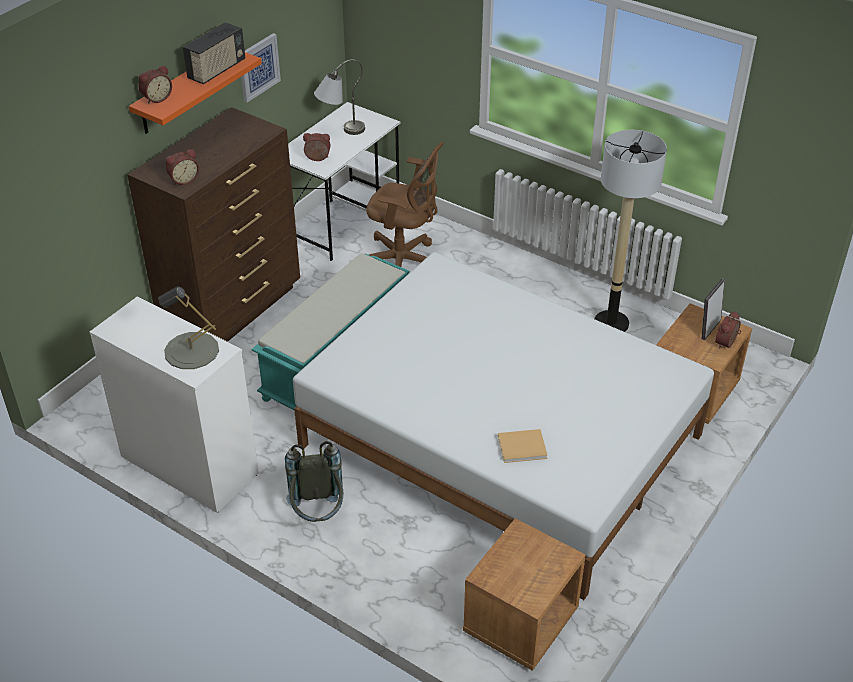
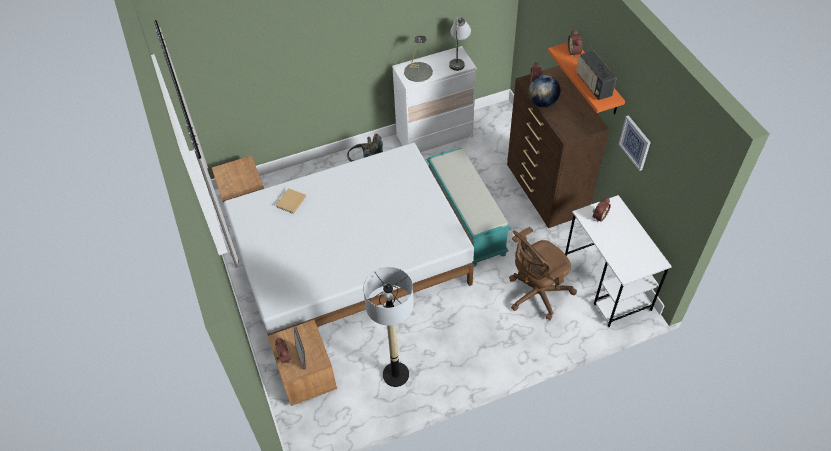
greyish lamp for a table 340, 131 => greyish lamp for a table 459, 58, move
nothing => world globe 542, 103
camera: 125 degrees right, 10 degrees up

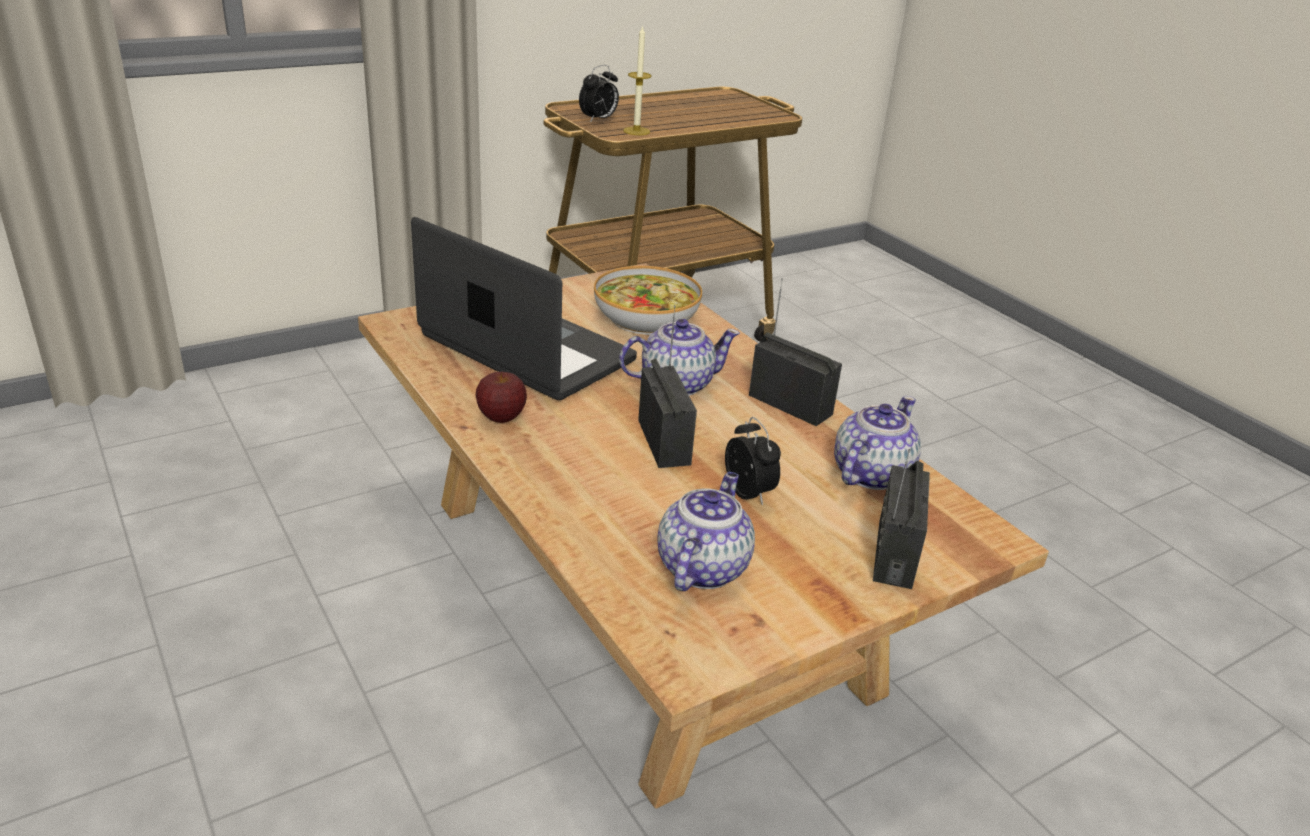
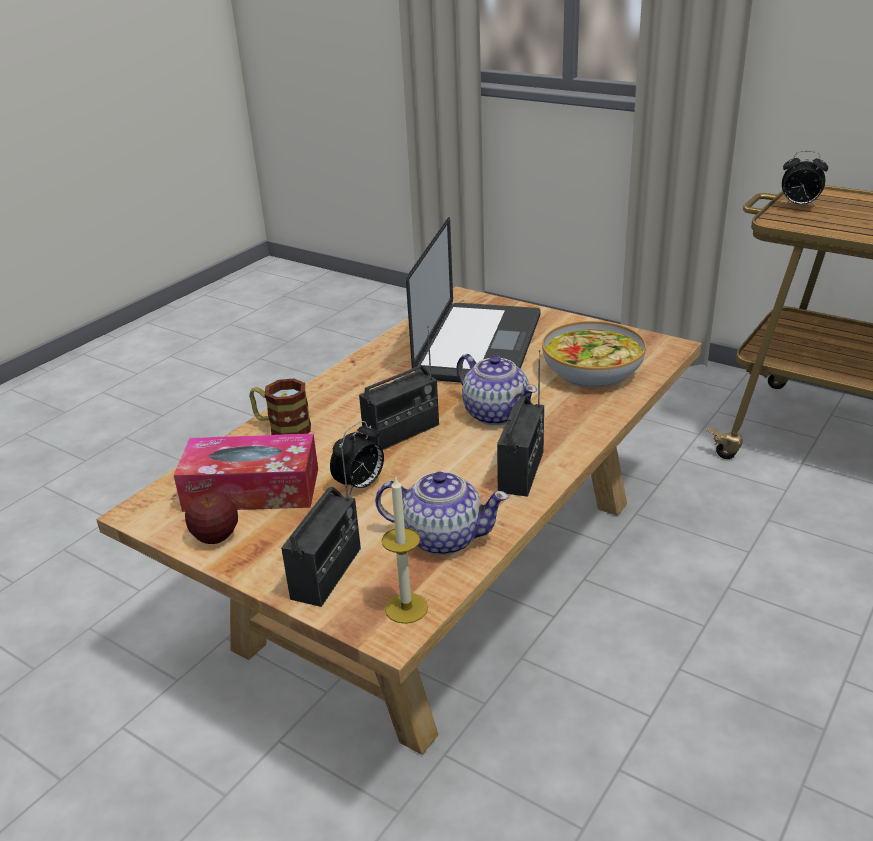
whole apple 501, 417 => whole apple 215, 537, move
wax candle 636, 131 => wax candle 406, 608, move
teapot 702, 566 => box of tissues 252, 489
radio receiver 894, 553 => radio receiver 327, 573, 120 degrees clockwise
nothing => tea mug 282, 428
camera: 70 degrees right, 0 degrees up

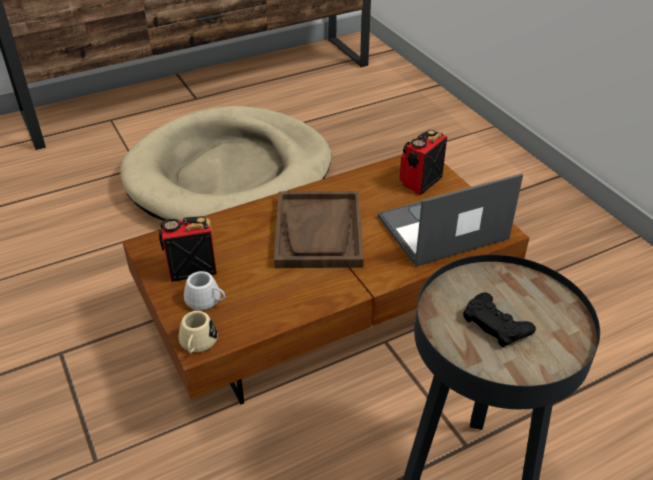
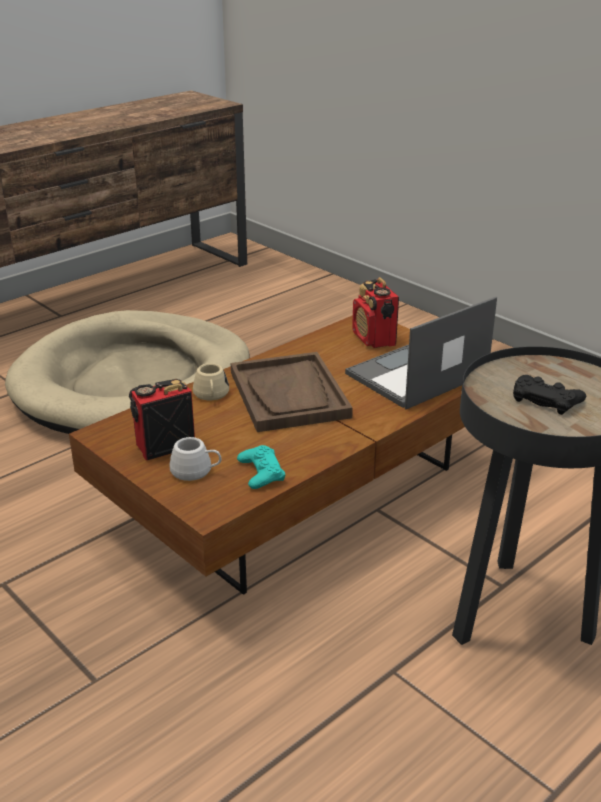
sand-coloured tea mug 197, 344 => sand-coloured tea mug 211, 395, move
radio receiver 420, 182 => radio receiver 374, 339, 45 degrees counterclockwise
nothing => blue-green joypad 261, 472
camera: 15 degrees left, 10 degrees down

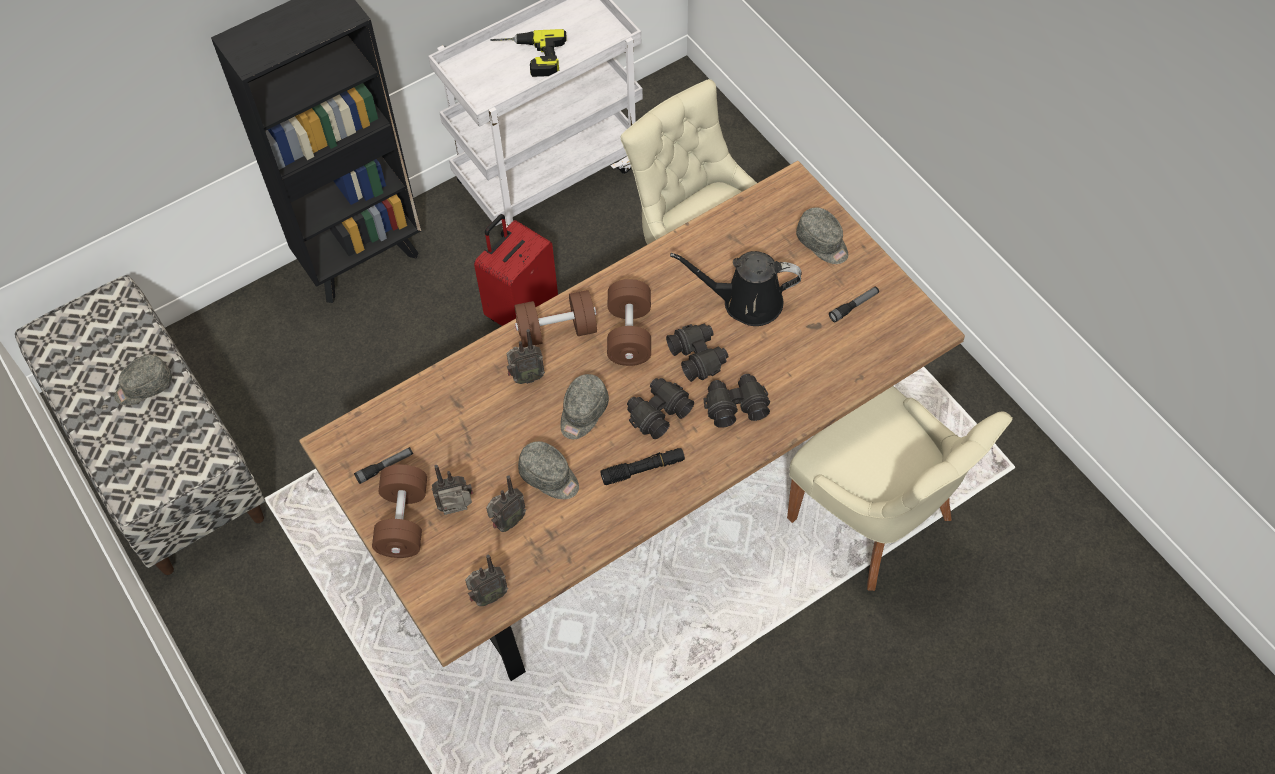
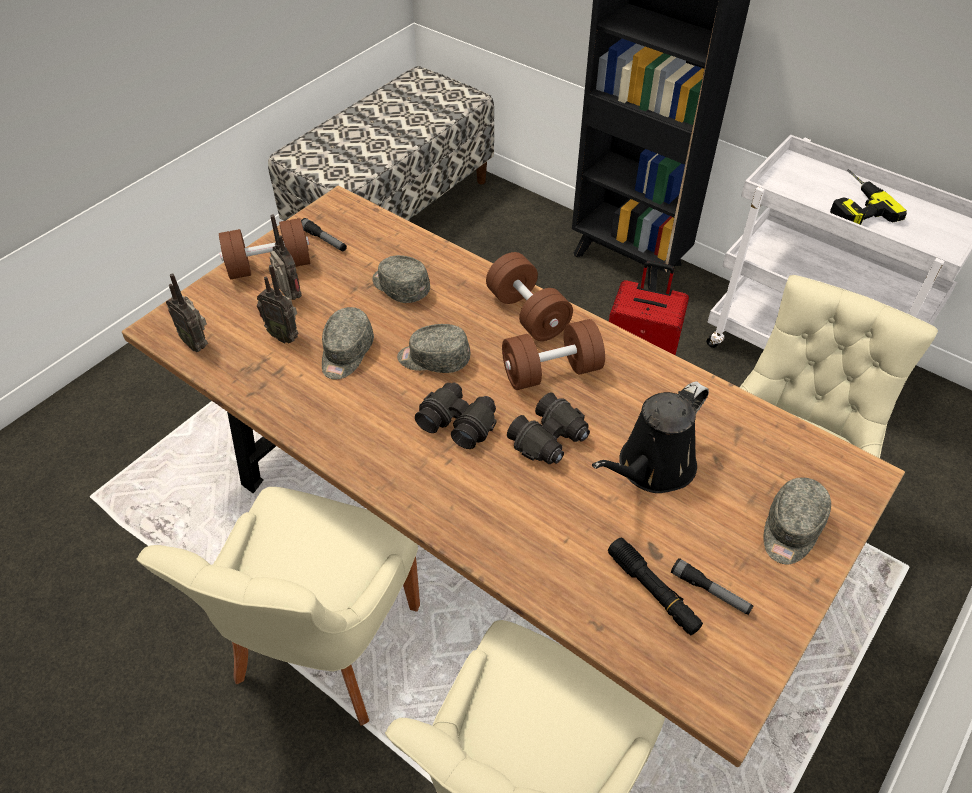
greyish peaked cap 144, 387 => greyish peaked cap 400, 287, move
radio receiver 526, 377 => nothing
black hand torch 643, 469 => black hand torch 653, 591, move
black watering pot 746, 302 => black watering pot 651, 468, 120 degrees counterclockwise
black pair of binoculars 735, 405 => nothing
nothing => sand-coloured plain chair 323, 648
camera: 70 degrees right, 10 degrees down

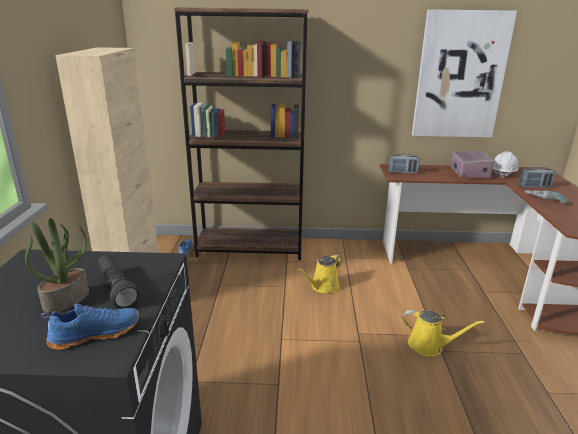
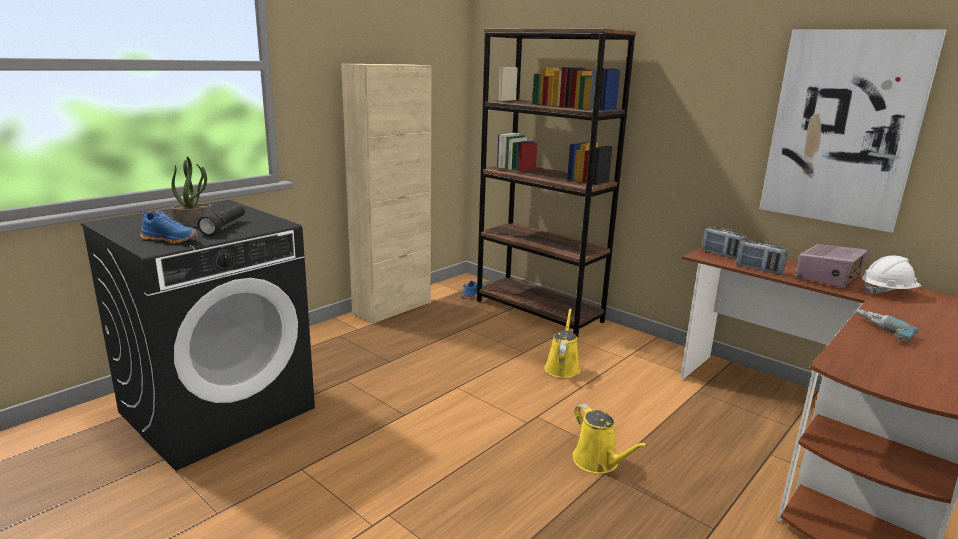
yellowish watering pot 323, 287 => yellowish watering pot 562, 367, 105 degrees clockwise
radio receiver 535, 187 => radio receiver 759, 269, move
camera: 40 degrees right, 5 degrees down

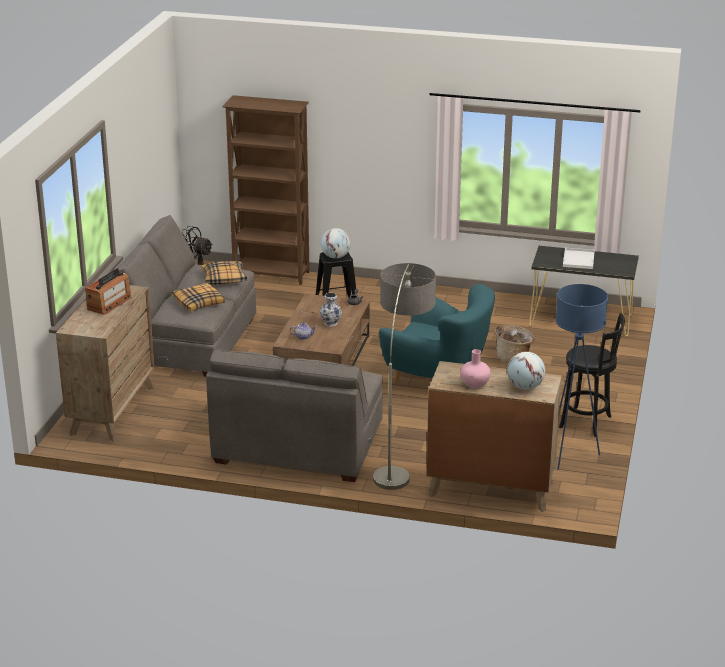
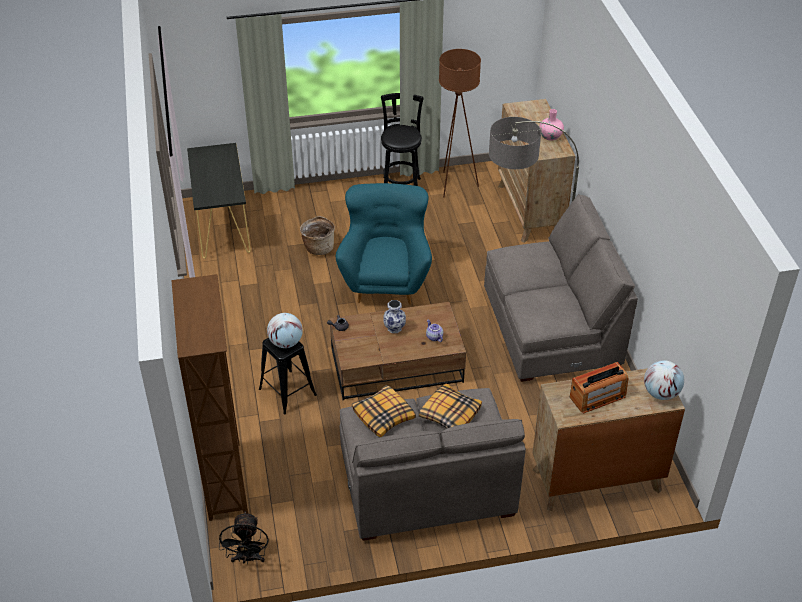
radio receiver 109, 303 => radio receiver 597, 397, 150 degrees clockwise
world globe 525, 387 => world globe 660, 393, move
bluish standard lamp 570, 455 => brown-coloured standard lamp 455, 184
white-coloured tray 578, 259 => nothing
camera: 115 degrees left, 15 degrees up

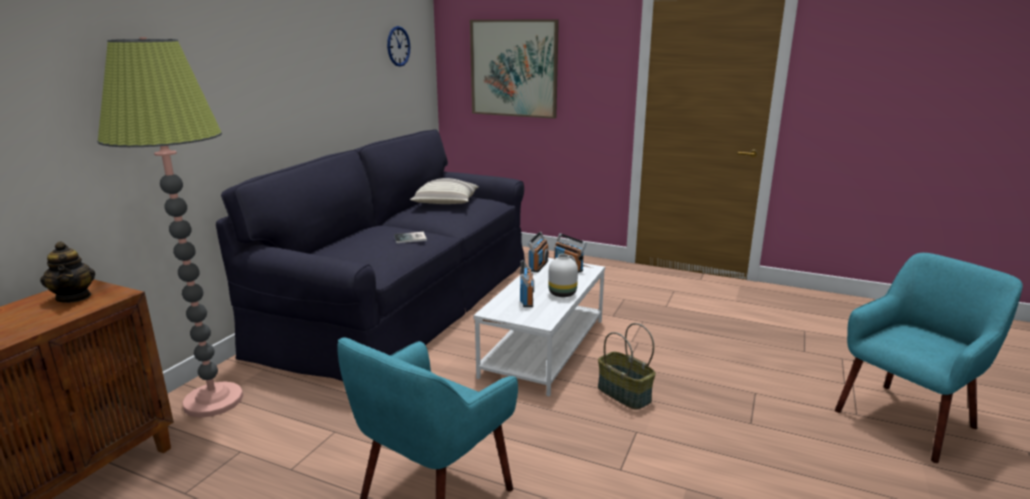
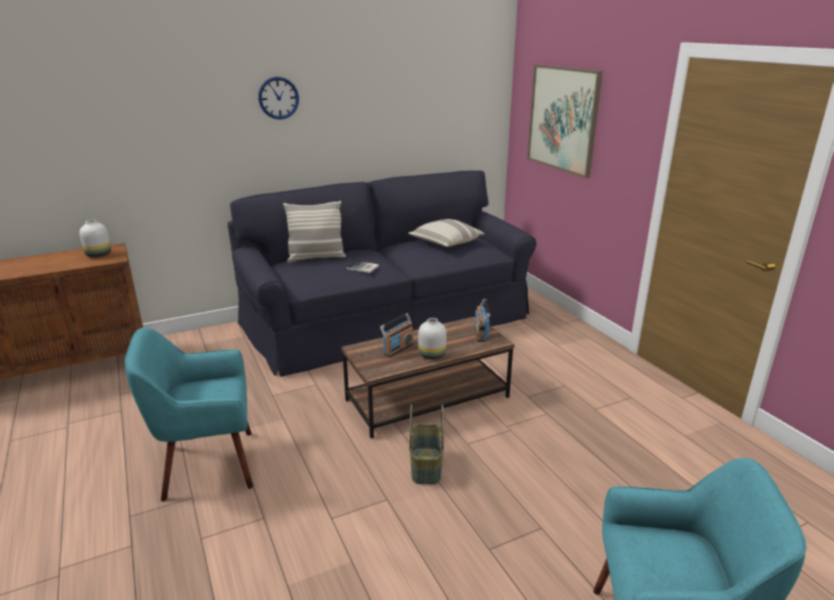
teapot 74, 297 => white-coloured decorative vase 99, 254
standard lamp 213, 401 => nothing
hanging clock 398, 46 => hanging clock 278, 98, move
white-coloured coffee table 543, 347 => brown-coloured coffee table 427, 398
radio receiver 538, 266 => nothing
nothing => pillow 316, 257
camera: 40 degrees right, 5 degrees up

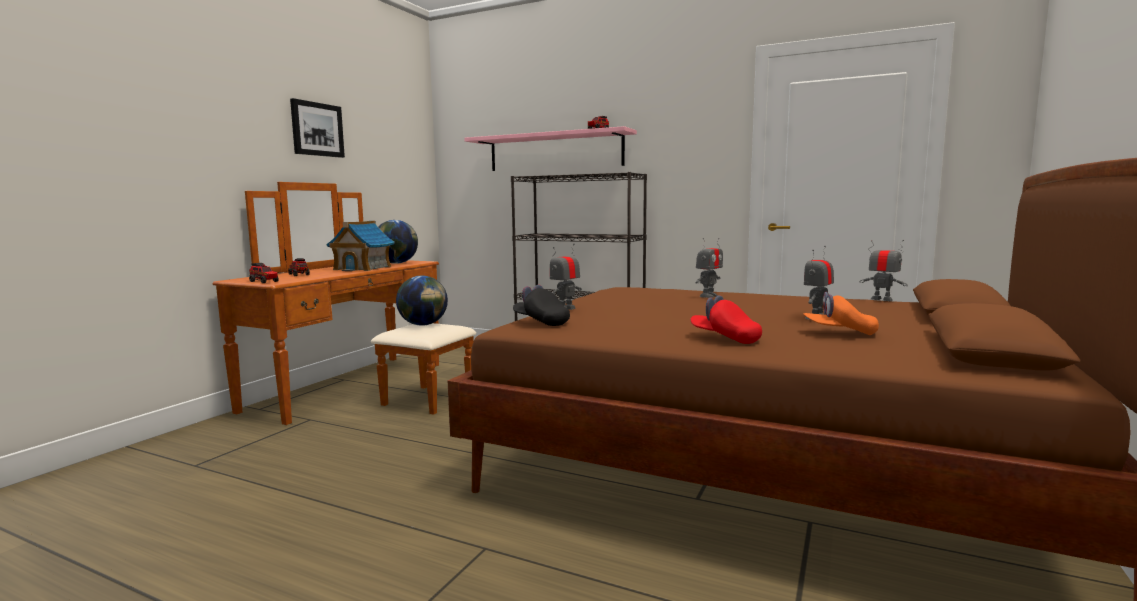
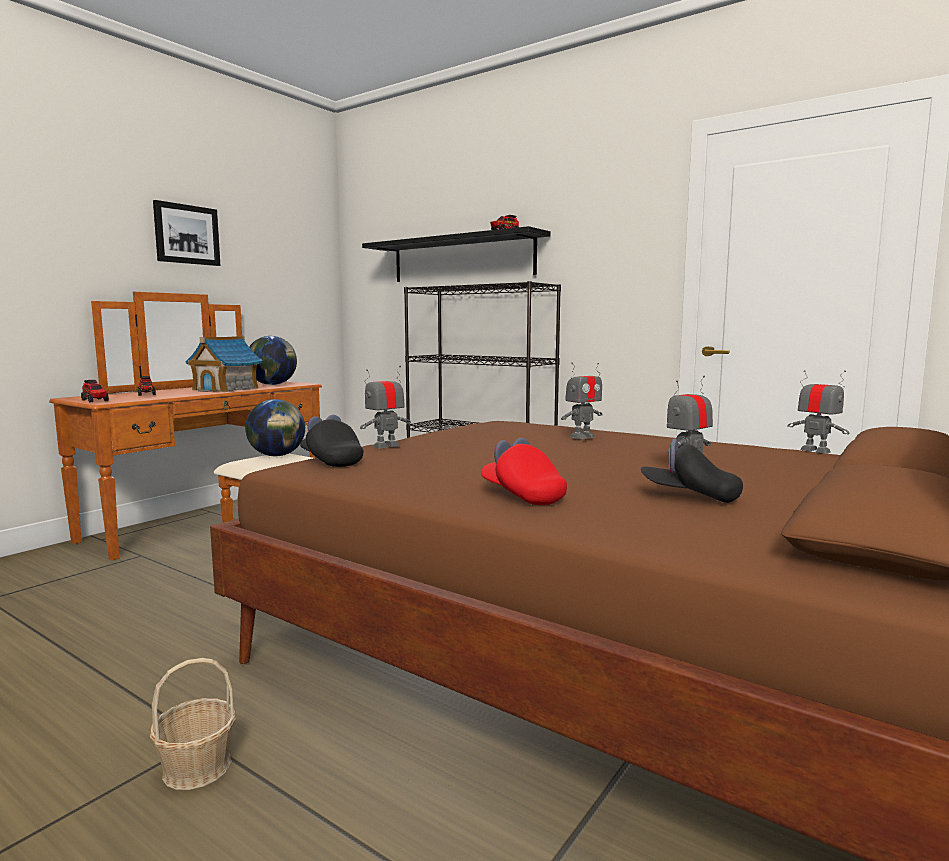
pinkish shelf 555, 152 => black shelf 461, 259
orange-coloured peaked cap 839, 333 => black peaked cap 689, 497
nothing => household basket 196, 767
camera: 10 degrees right, 0 degrees up

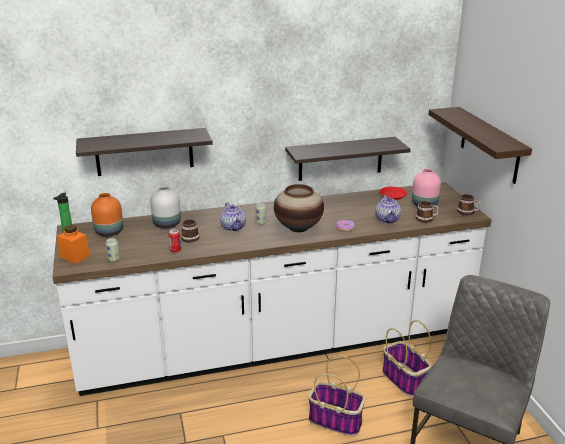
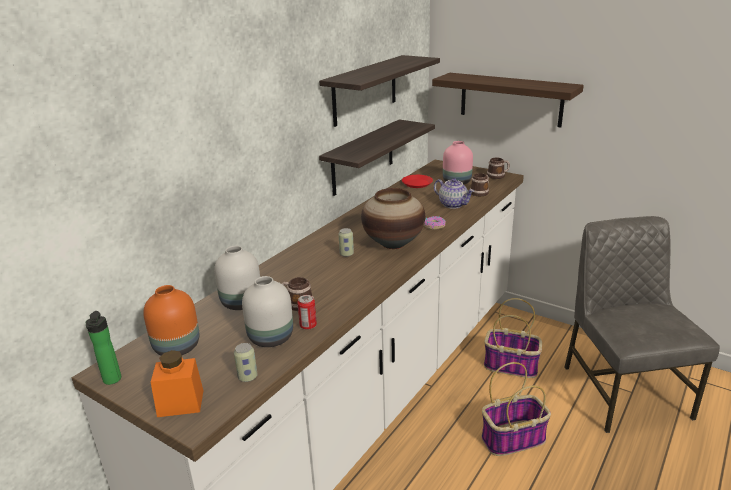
shelf 144, 152 => shelf 365, 90, move
teapot 233, 227 => nothing
nothing => white-coloured decorative vase 272, 337
camera: 40 degrees left, 0 degrees up

